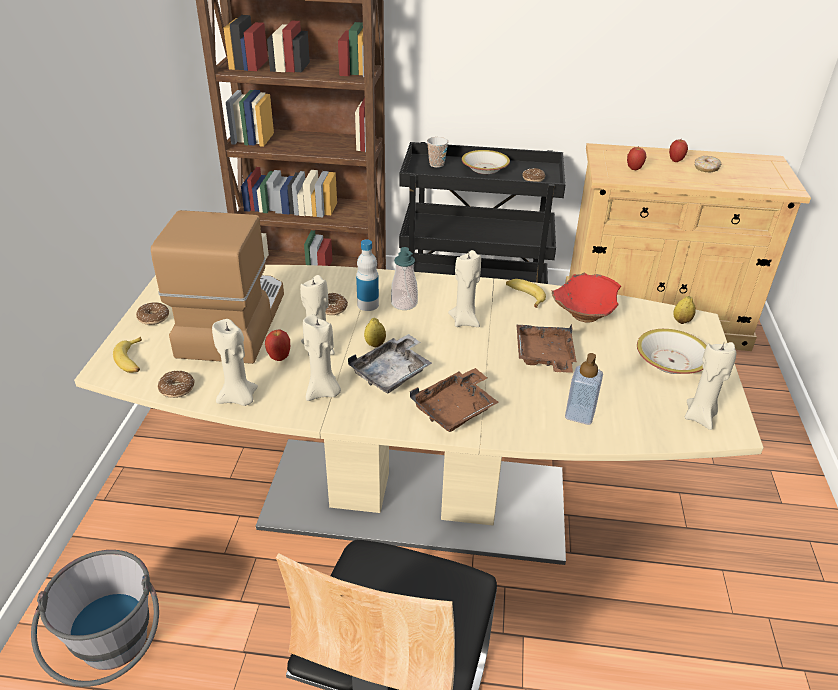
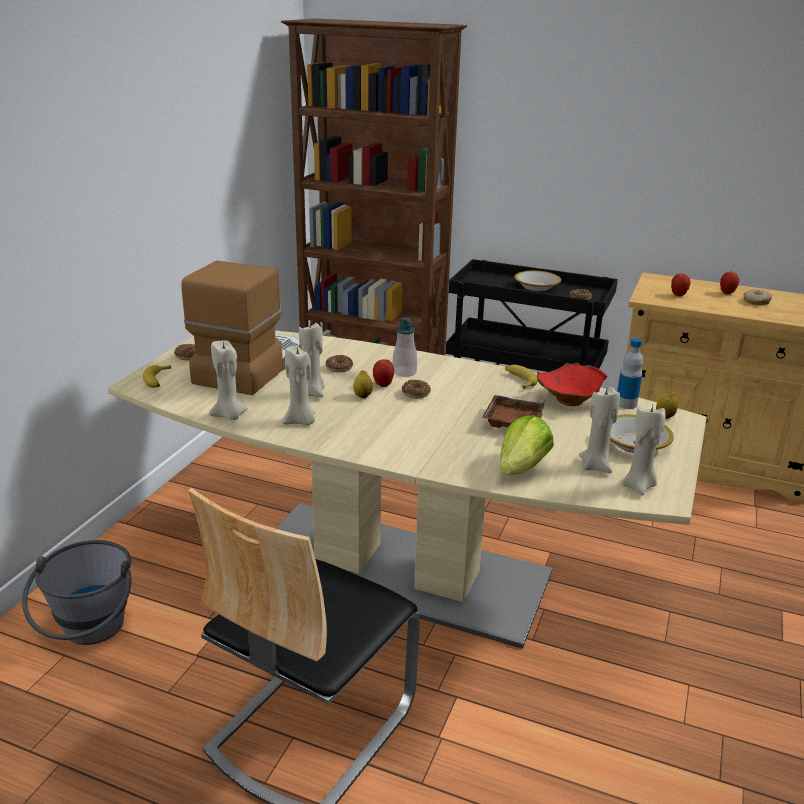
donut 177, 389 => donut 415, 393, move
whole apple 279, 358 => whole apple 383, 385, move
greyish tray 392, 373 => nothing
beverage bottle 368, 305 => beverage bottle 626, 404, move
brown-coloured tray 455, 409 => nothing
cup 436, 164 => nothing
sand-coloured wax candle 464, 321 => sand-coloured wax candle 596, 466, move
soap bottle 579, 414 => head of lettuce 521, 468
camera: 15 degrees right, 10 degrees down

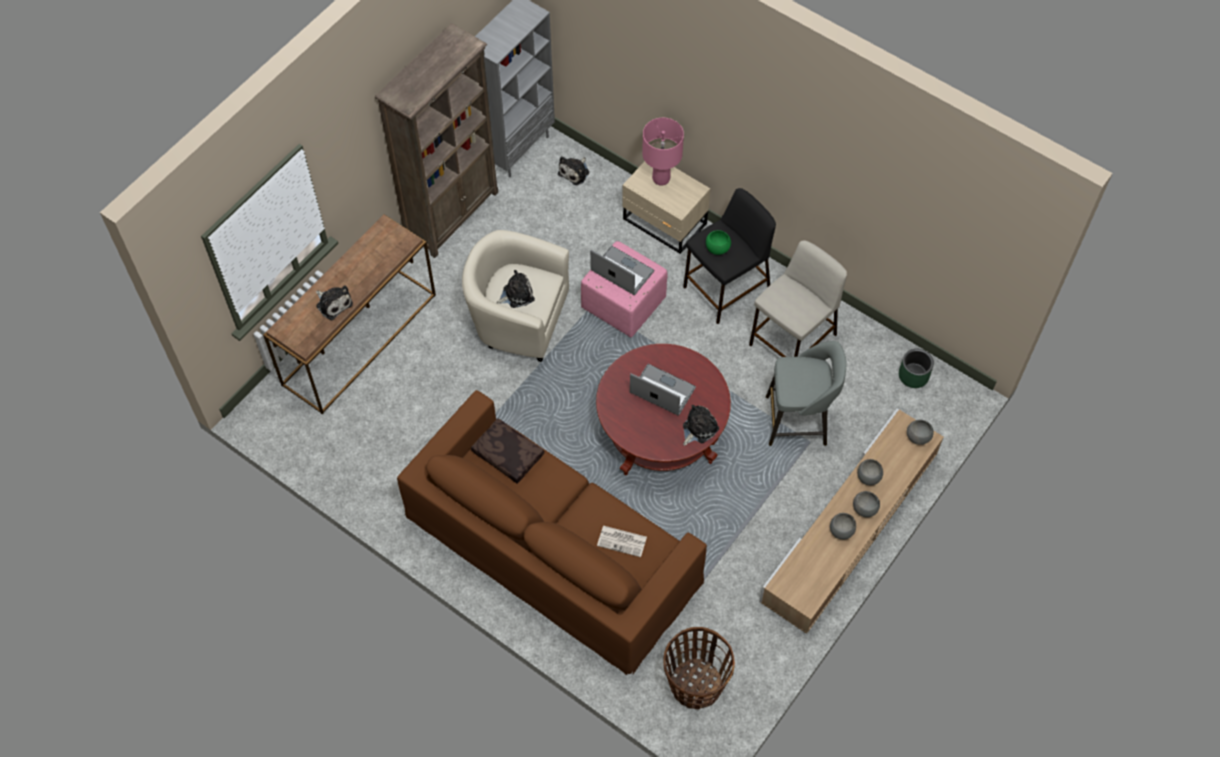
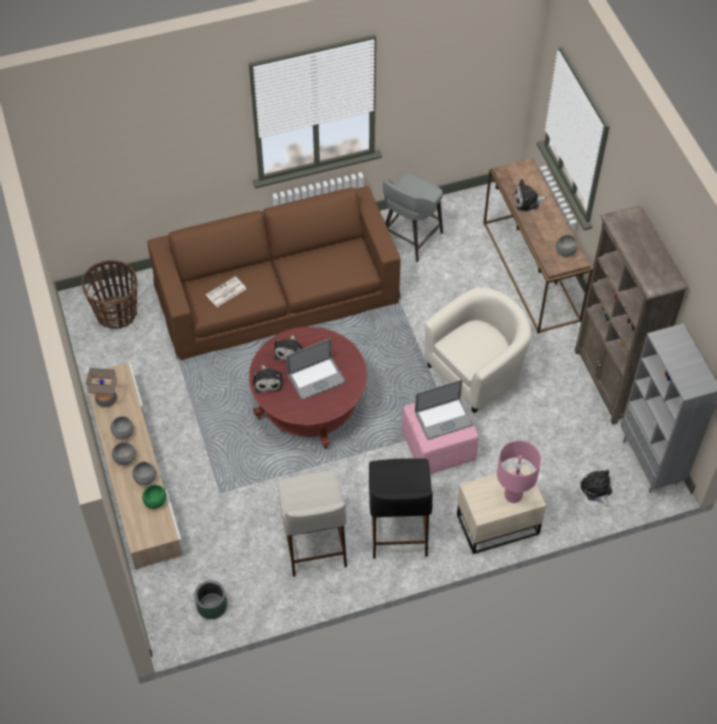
brown-coloured pillow 506, 455 => nothing
soft toy 516, 294 => soft toy 290, 351, move
green deep dish 717, 248 => green deep dish 156, 501, move
greyish stool seat 798, 420 => greyish stool seat 409, 238, move
greyish deep dish 918, 437 => greyish deep dish 565, 251, move
nothing => lamp for a table 106, 399
camera: 125 degrees right, 5 degrees down

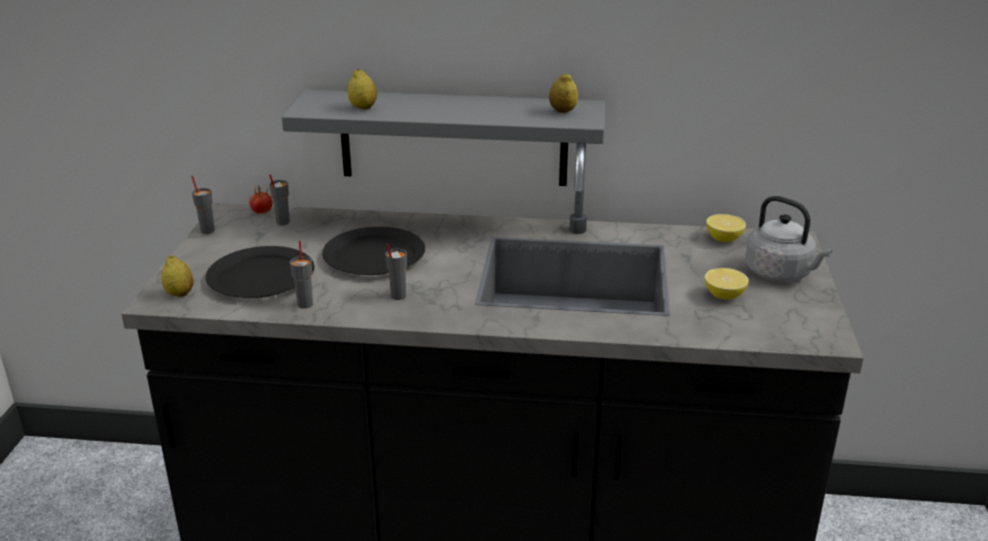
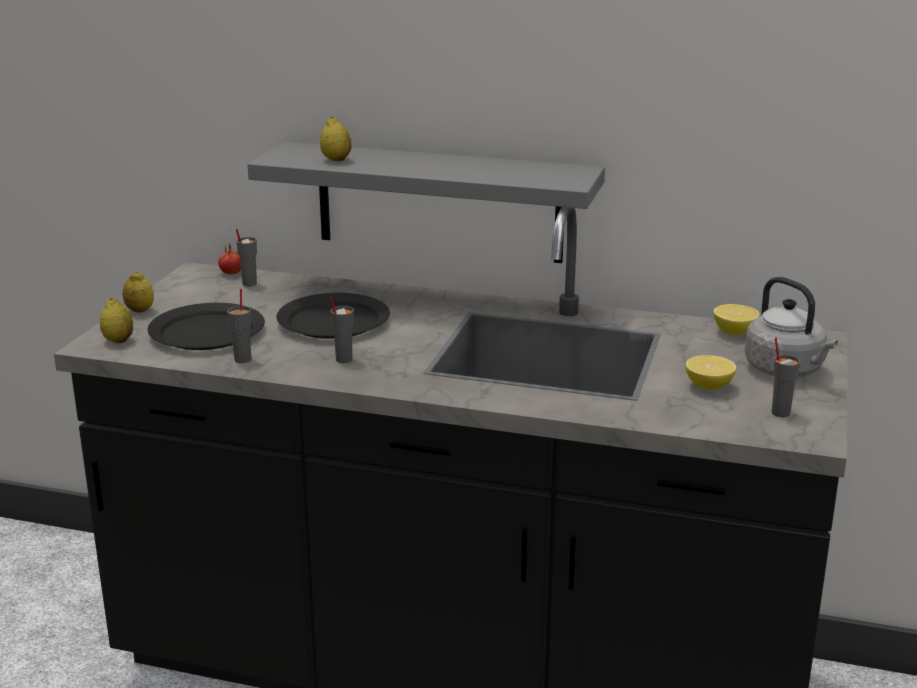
greyish cup 207, 230 => greyish cup 780, 412, move
lemon 562, 111 => lemon 140, 311, move
camera: 10 degrees right, 5 degrees down

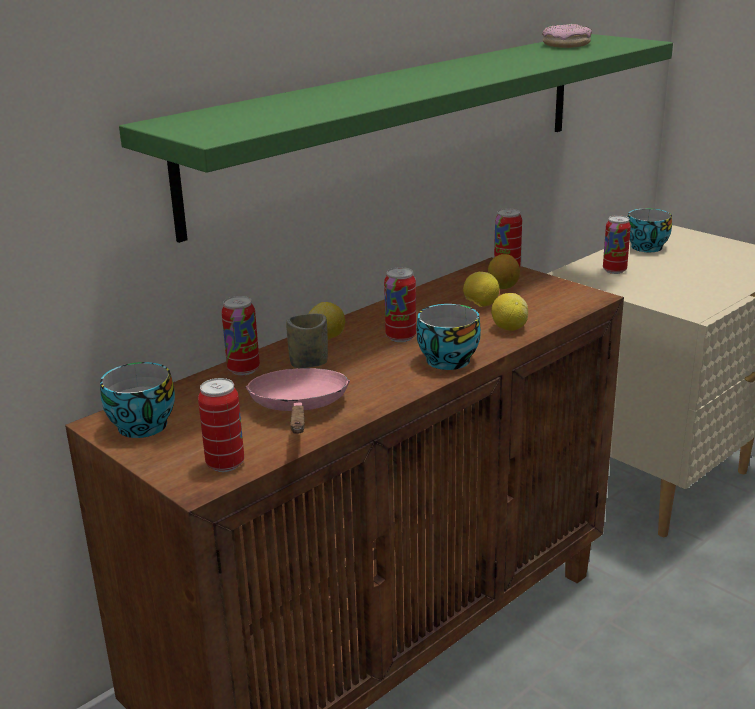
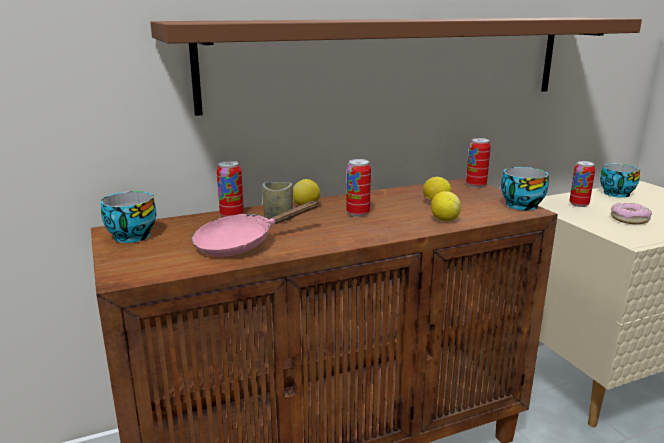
green shelf 398, 124 => brown-coloured shelf 393, 61
can 225, 464 => nothing
pinkish pan 299, 408 => pinkish pan 242, 244, 135 degrees counterclockwise
cup 446, 359 => cup 520, 205, move
lemon 503, 286 => nothing
donut 566, 44 => donut 629, 219, move
camera: 20 degrees right, 5 degrees down

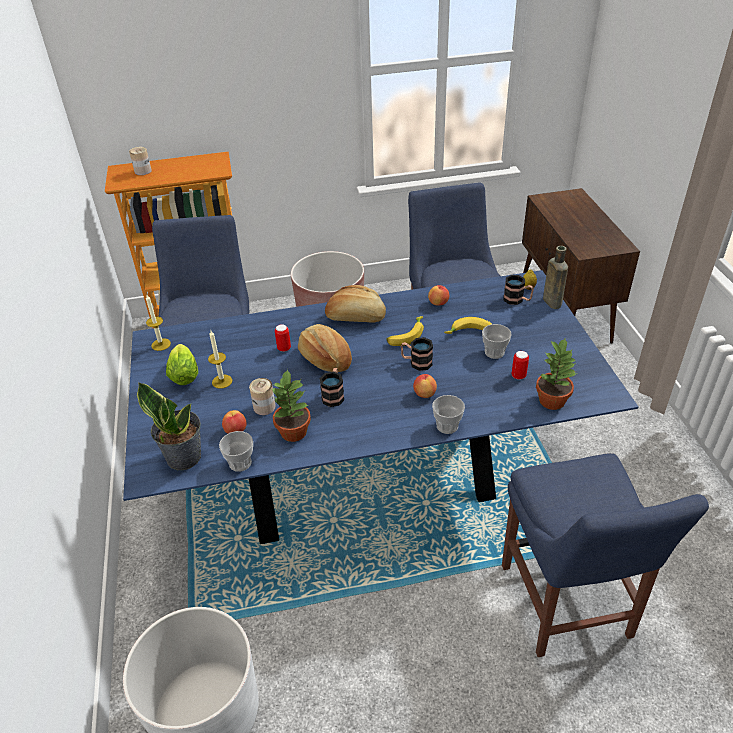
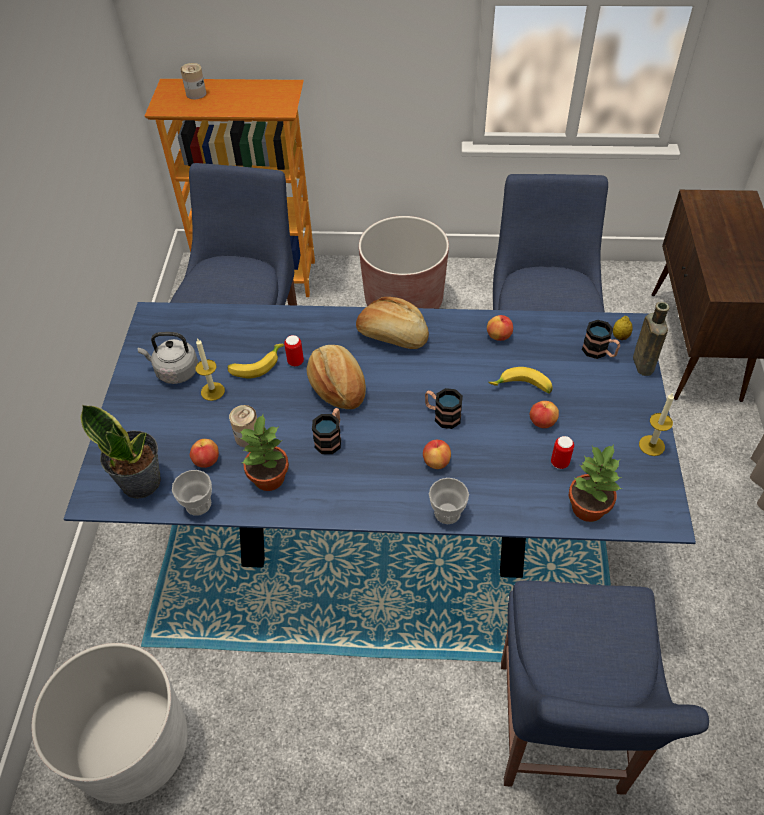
wax candle 161, 344 => wax candle 651, 445, move
head of lettuce 184, 373 => greyish water kettle 175, 371
banana fruit 406, 336 => banana fruit 256, 365, move
cup 494, 352 => whole apple 542, 422
camera: 15 degrees right, 10 degrees up

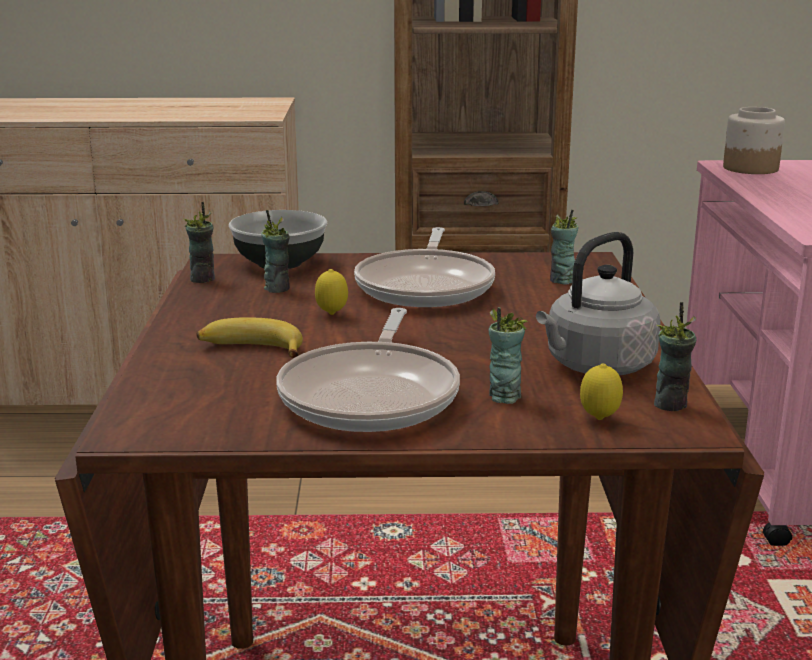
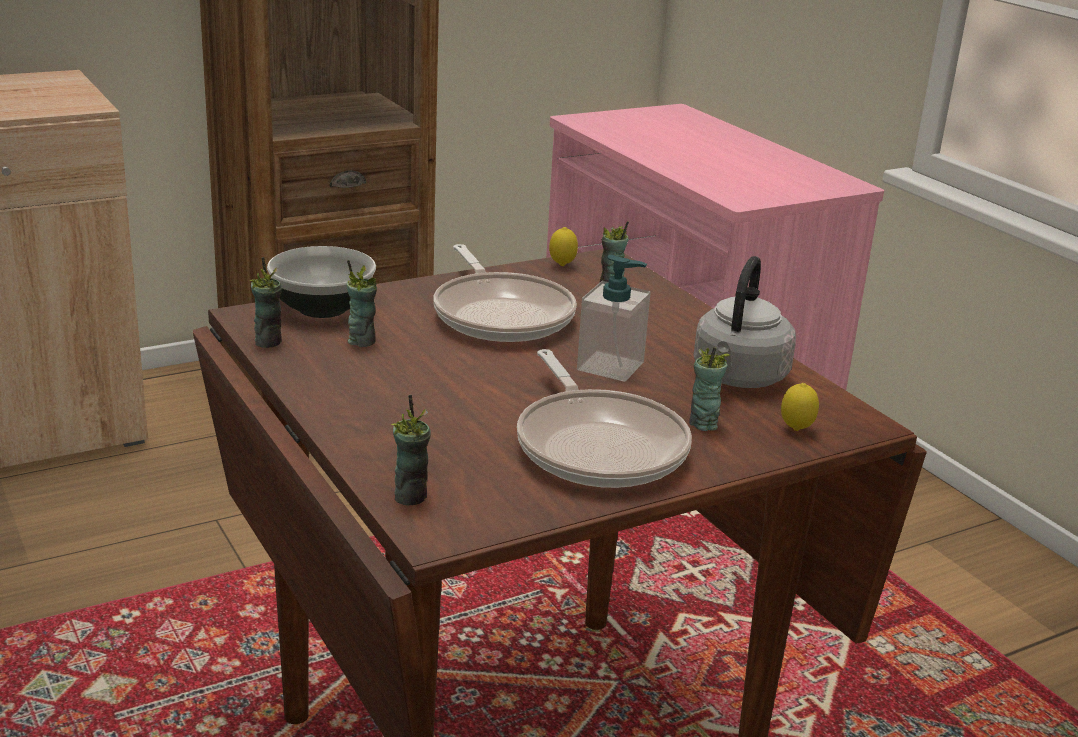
banana fruit 251, 350 => nothing
lemon 332, 314 => lemon 562, 266, move
cup 670, 404 => cup 411, 496, move
preserve jar 750, 168 => nothing
nothing => soap bottle 610, 366
camera: 30 degrees left, 5 degrees up

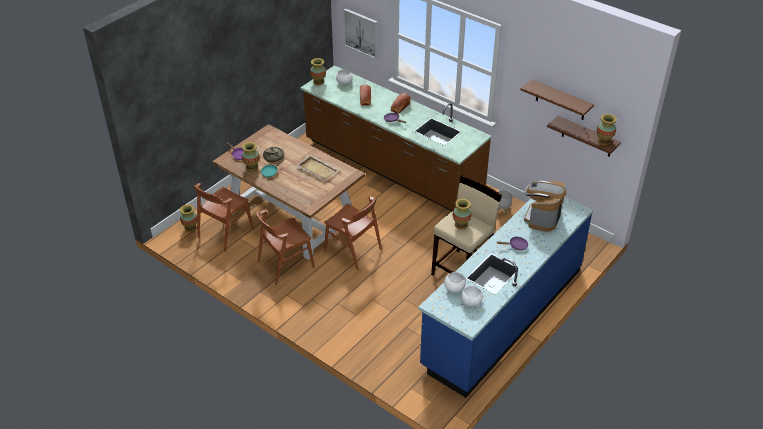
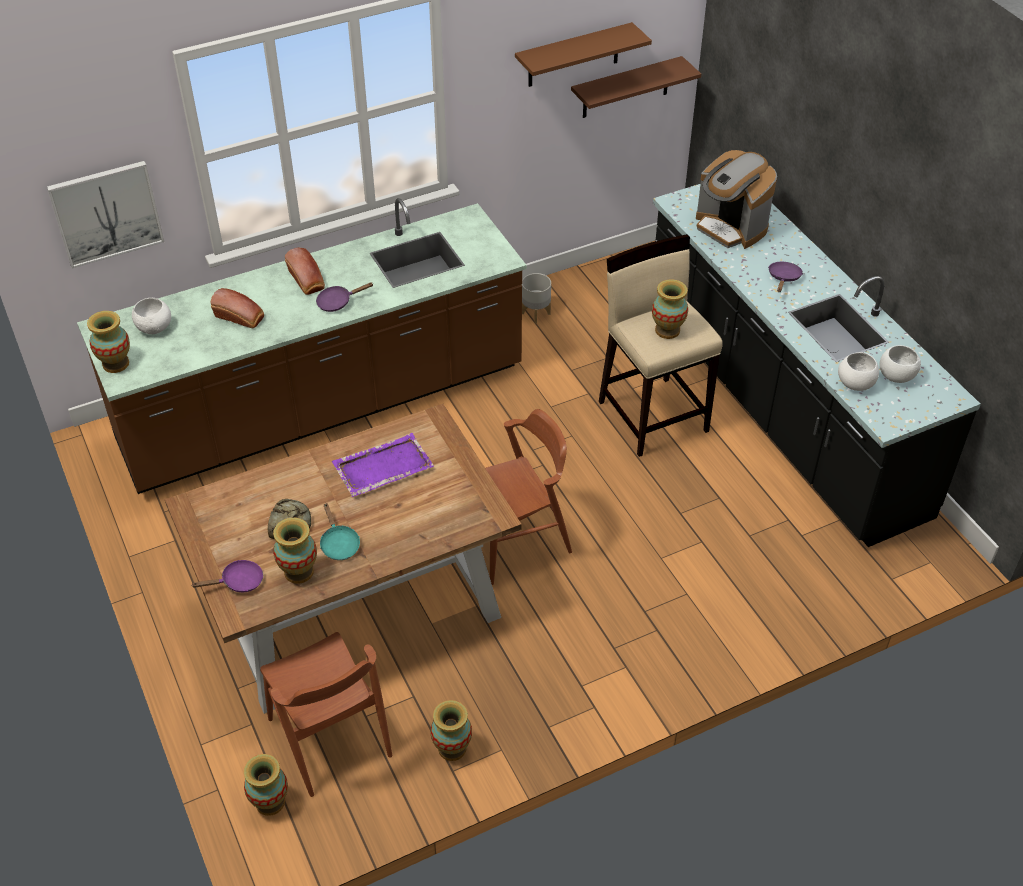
brown-coloured plain chair 285, 264 => nothing
sand-coloured tray 317, 169 => purple tray 382, 467
bluish kitchen counter 502, 317 => black kitchen counter 780, 408
decorative vase 603, 141 => decorative vase 452, 748, move
camera: 65 degrees left, 5 degrees up

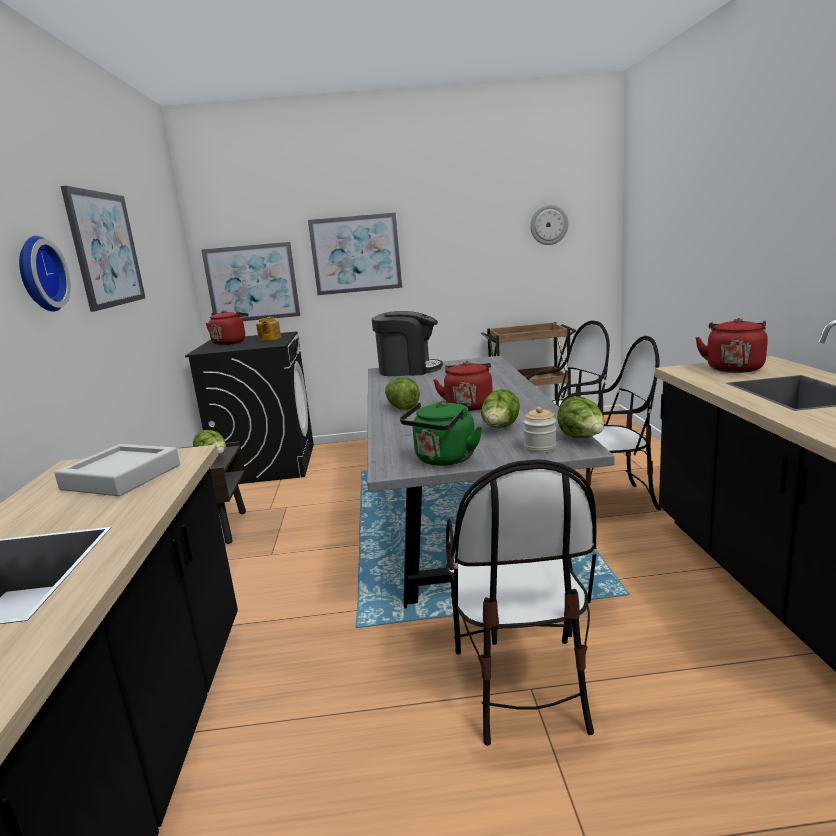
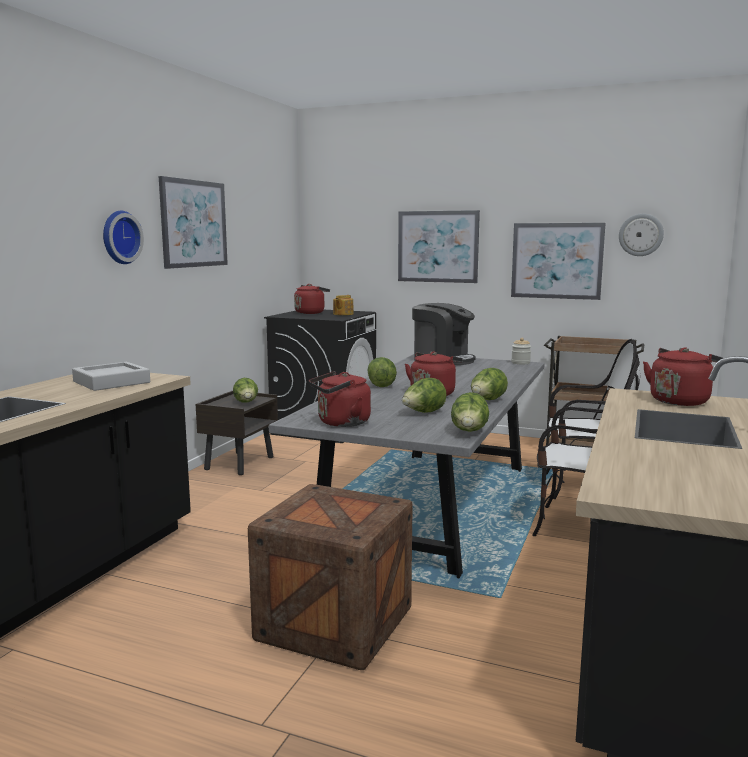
wall picture 252, 283 => wall picture 556, 261, move
green water kettle 443, 460 => red-coloured water kettle 341, 423
plain chair 521, 686 => shipping crate 335, 624
preserve jar 540, 448 => preserve jar 520, 363, move
nothing => head of lettuce 487, 401
camera: 25 degrees right, 5 degrees down

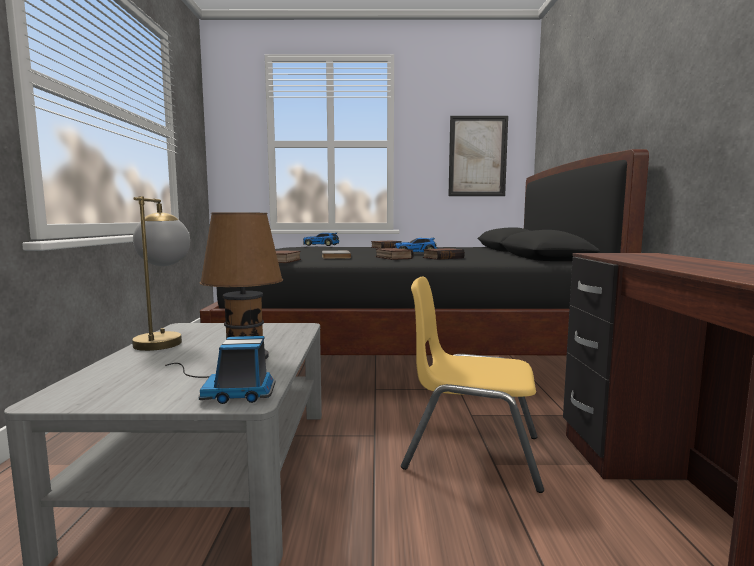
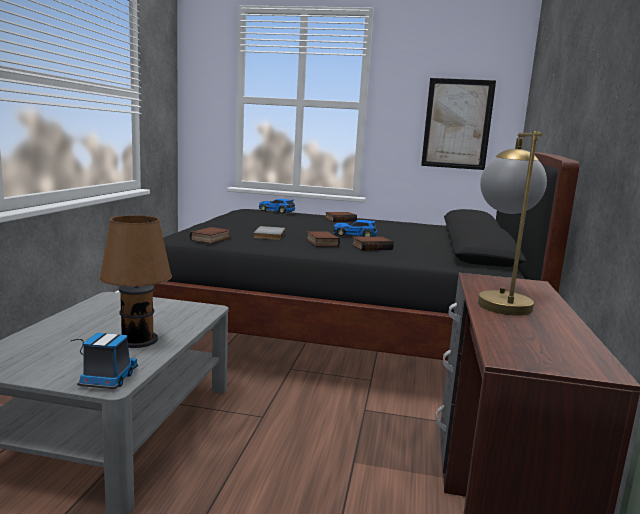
lamp for a table 163, 340 => lamp for a table 499, 300, move
toy truck 240, 394 => toy truck 109, 379, 90 degrees clockwise
yellowish plain chair 472, 453 => nothing
camera: 10 degrees right, 5 degrees up

